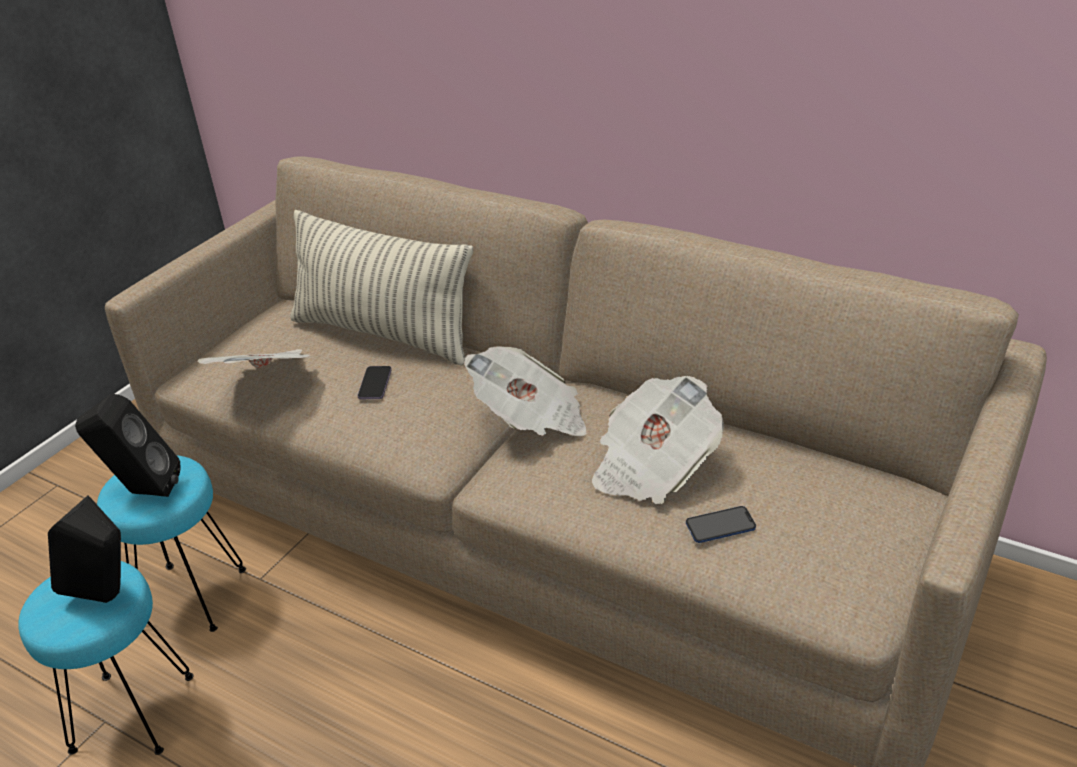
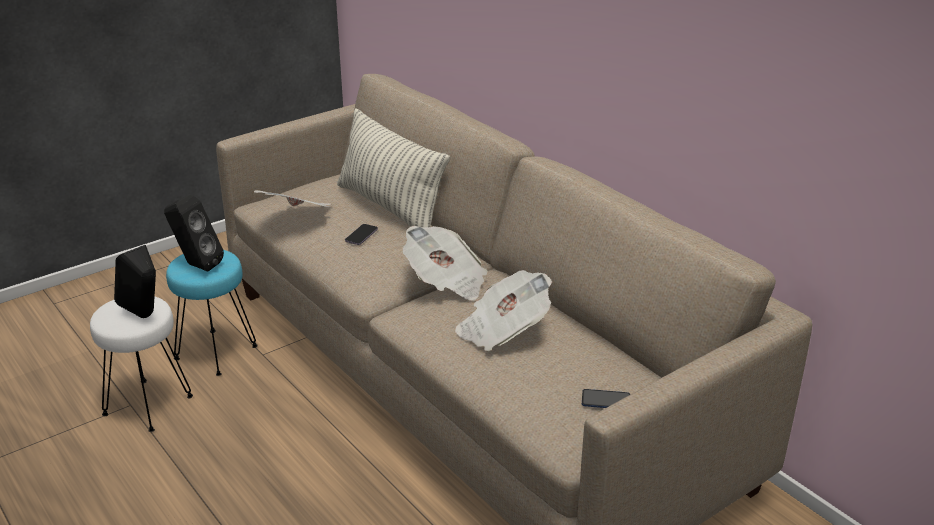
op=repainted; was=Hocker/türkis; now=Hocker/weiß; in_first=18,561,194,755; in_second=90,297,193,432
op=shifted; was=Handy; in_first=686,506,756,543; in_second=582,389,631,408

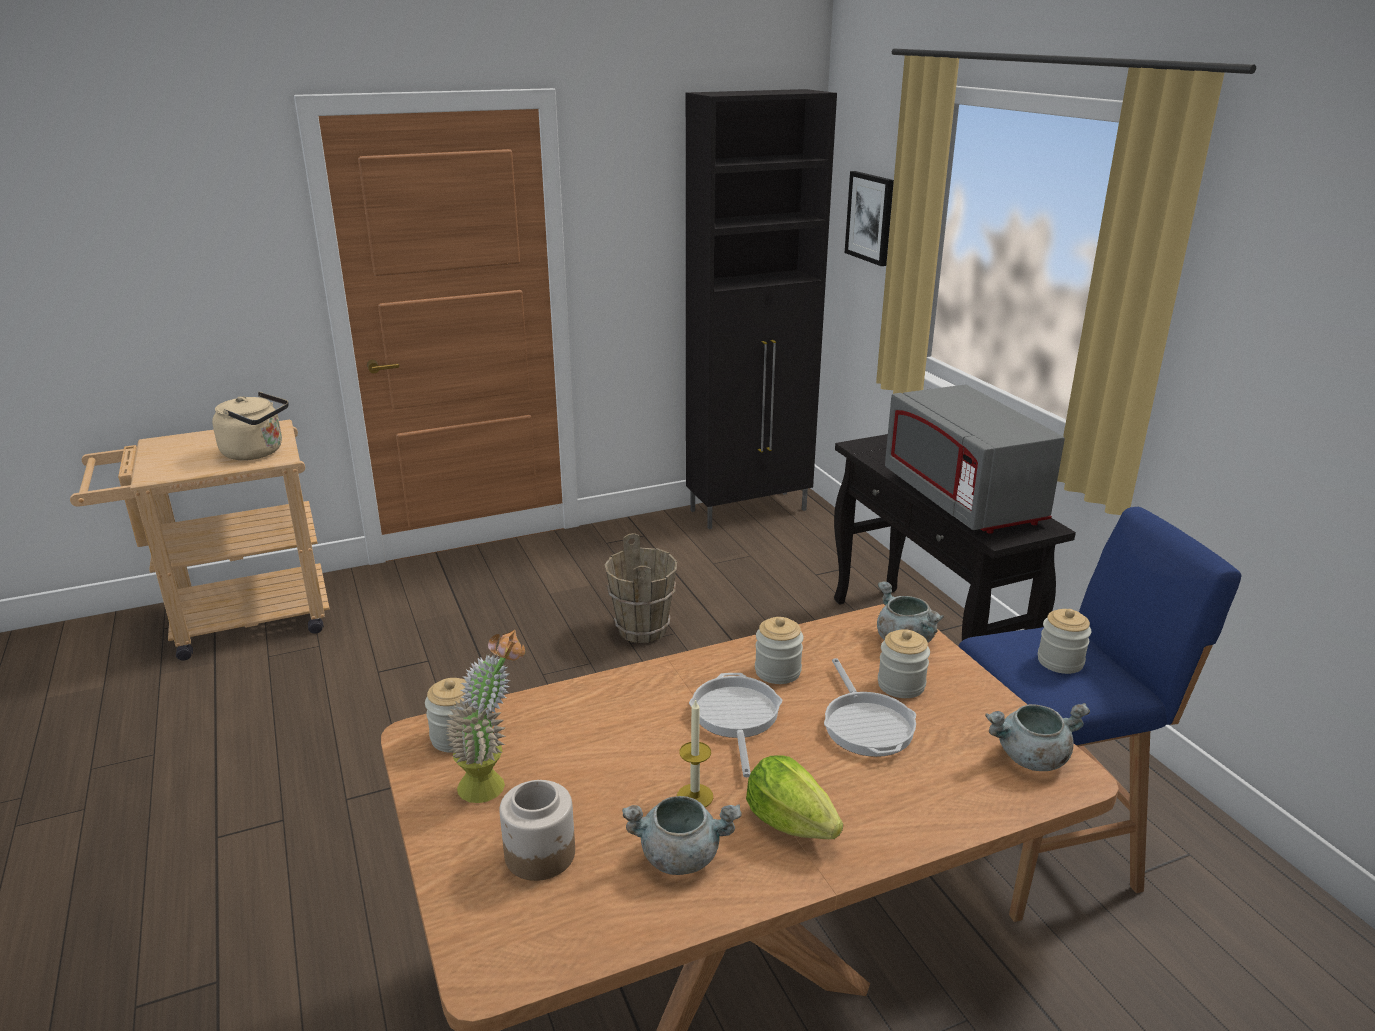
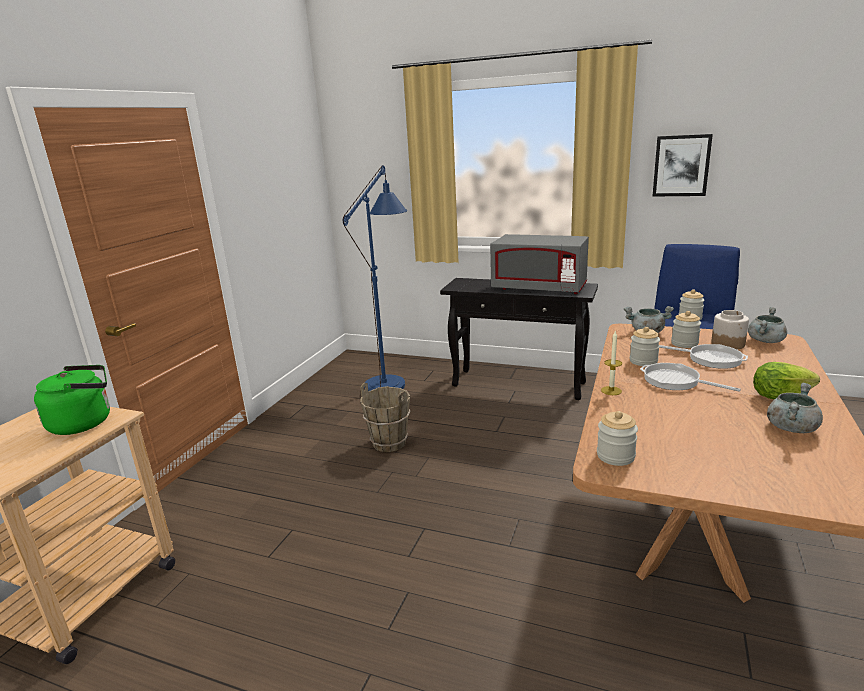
op=repainted; was=Wasserkessel/beige; now=Wasserkessel/grün; in_first=212,392,289,460; in_second=34,365,110,435
op=new; now=Stehlampe/blau; in_second=343,165,407,391
op=shifted; was=Kerze; in_first=677,699,713,807; in_second=601,330,622,395
op=shifted; was=Bild; in_first=845,171,894,266; in_second=653,134,713,196
op=shifted; was=Vorratsglas; in_first=500,780,575,881; in_second=711,310,749,350
op=gone; was=Topfpflanze; in_first=446,630,525,803
op=gone; was=Schrank/schwarz; in_first=686,89,837,529

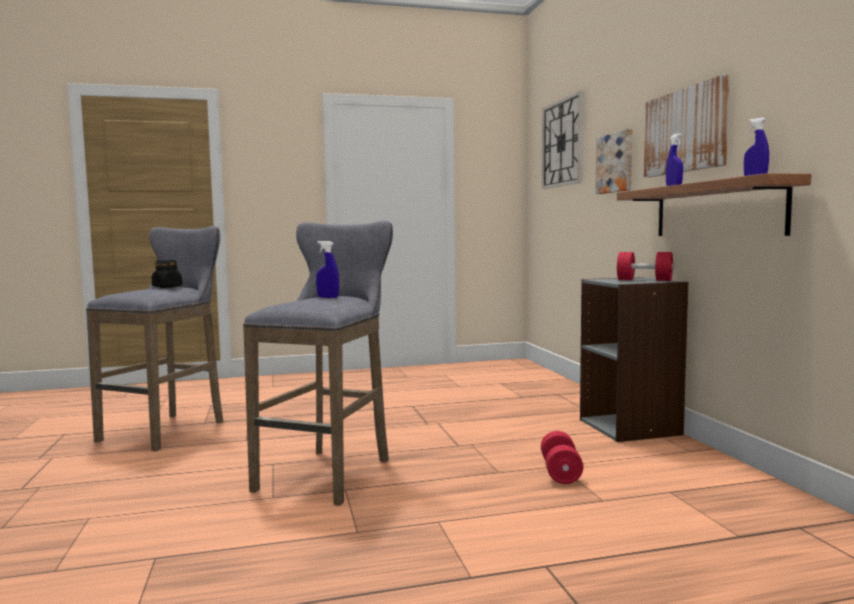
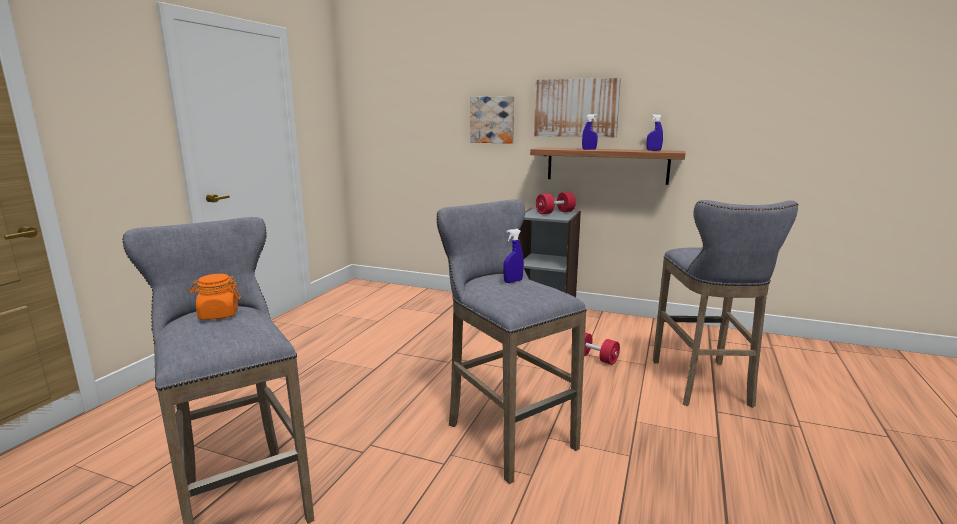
op=repainted; was=Vorratsglas/schwarz; now=Vorratsglas/orange; in_first=152,259,183,288; in_second=189,274,241,320
op=new; now=Hocker/grau; in_second=653,200,798,408
op=gone; was=Wanduhr; in_first=542,91,583,189

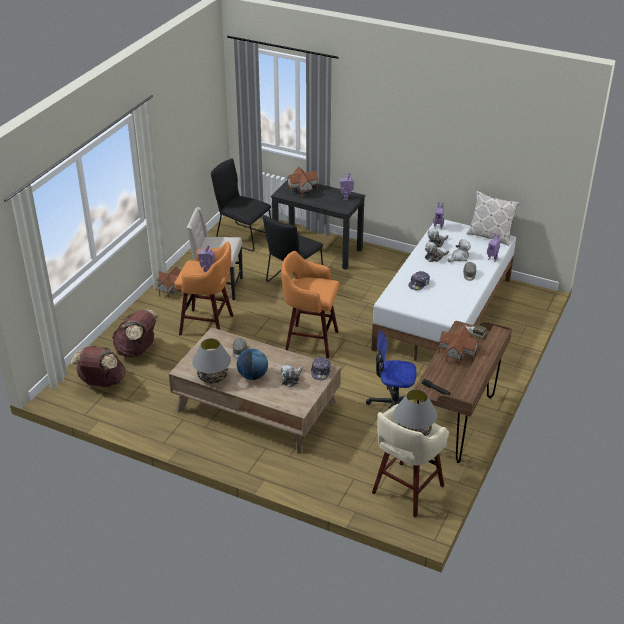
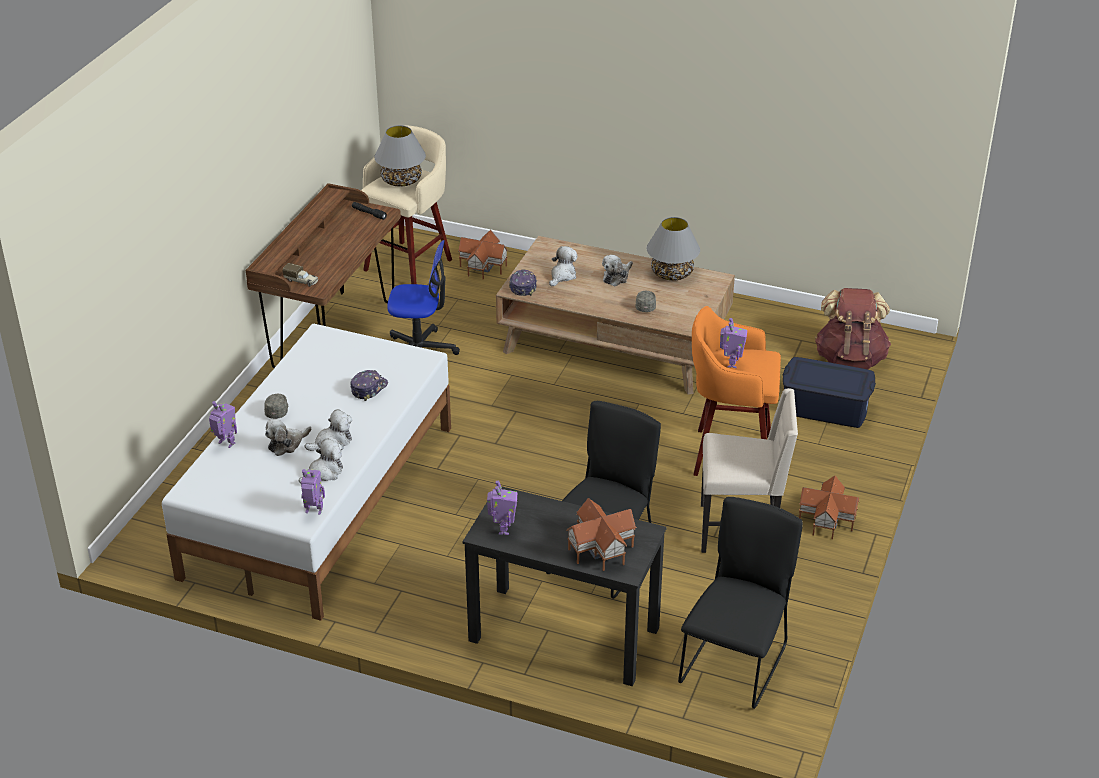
op=shifted; was=Spielzeughaus; in_first=439,325,479,366; in_second=458,230,508,280
op=swapped; was=Globus; now=Plüschtier; in_first=237,348,268,380; in_second=602,255,633,286
op=rotated; was=Stuhl/schwarz; in_first=211,158,271,251; in_second=678,497,803,709; clockwise=-90
op=swapped; was=Rucksack/braun; now=Aufbewahrungsbox/blau; in_first=112,309,159,358; in_second=783,357,876,428
op=gone; was=Hocker/orange; in_first=281,251,339,358
op=gone; was=Kissen; in_first=466,191,519,246

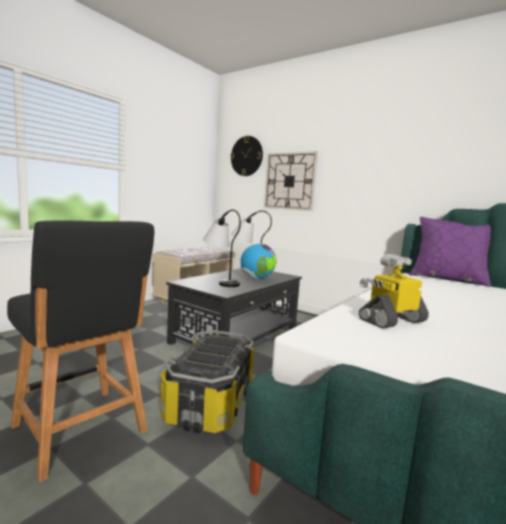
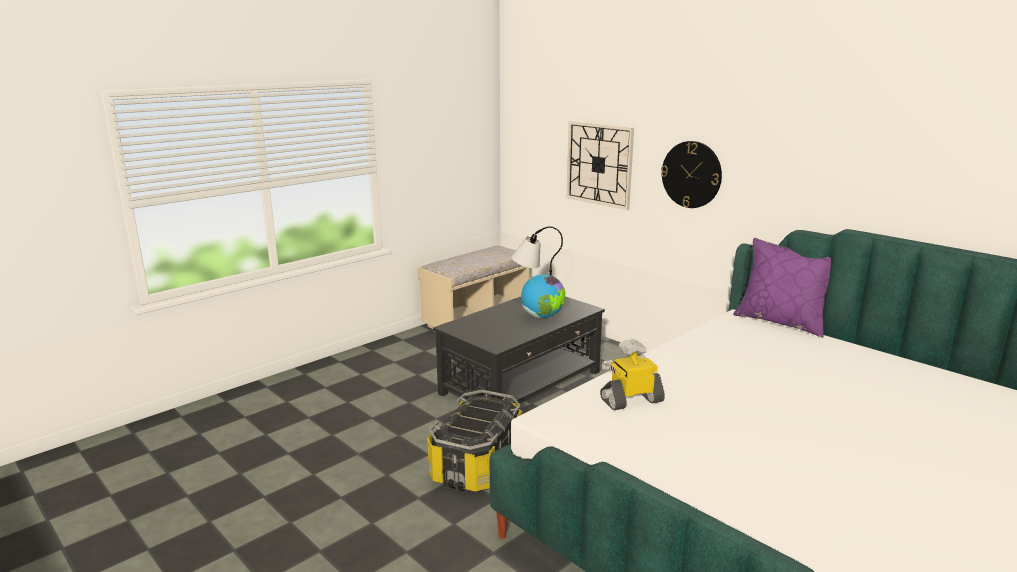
op=shifted; was=Wanduhr; in_first=230,136,263,176; in_second=661,141,722,208
op=gone; was=Hocker/schwarz; in_first=7,220,155,483
op=gone; was=Tischlampe; in_first=203,209,241,287

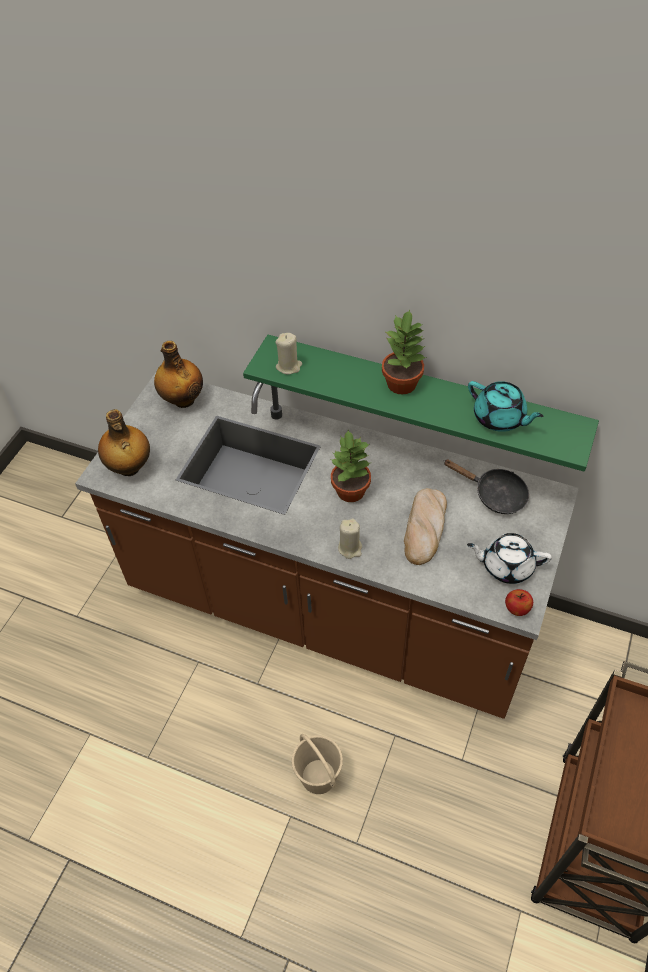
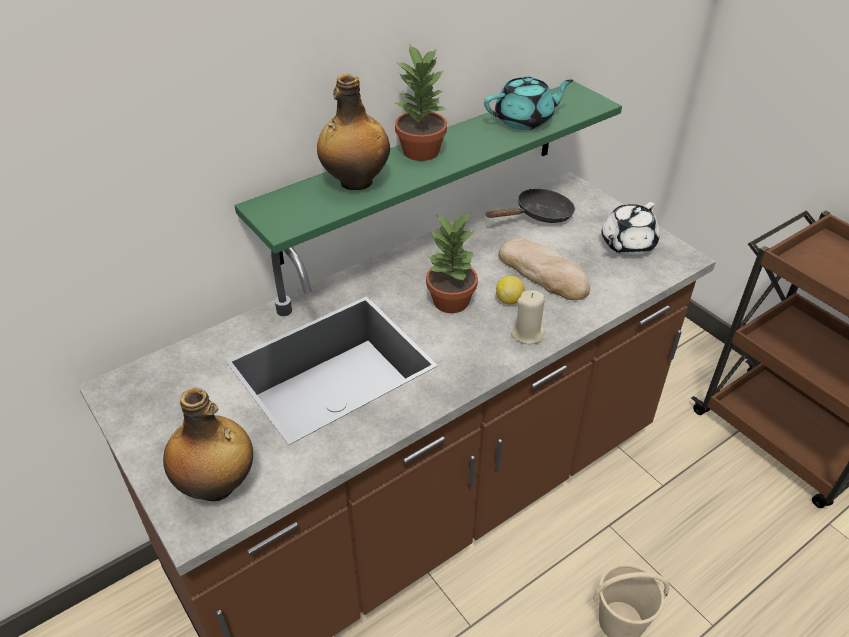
op=shifted; was=Flasche; in_first=154,341,203,408; in_second=317,74,390,190
op=new; now=Zitrone; in_second=496,276,525,305
op=gone; was=Kerze/beige; in_first=275,333,302,374
op=gone; was=Apfel; in_first=505,589,533,616

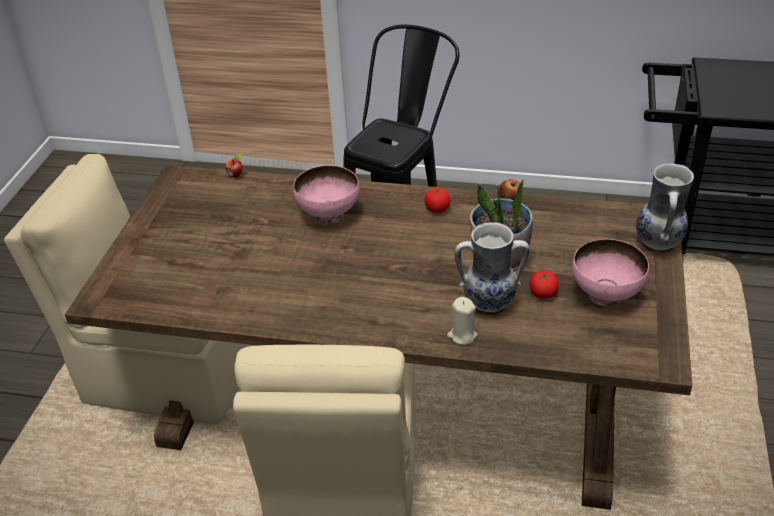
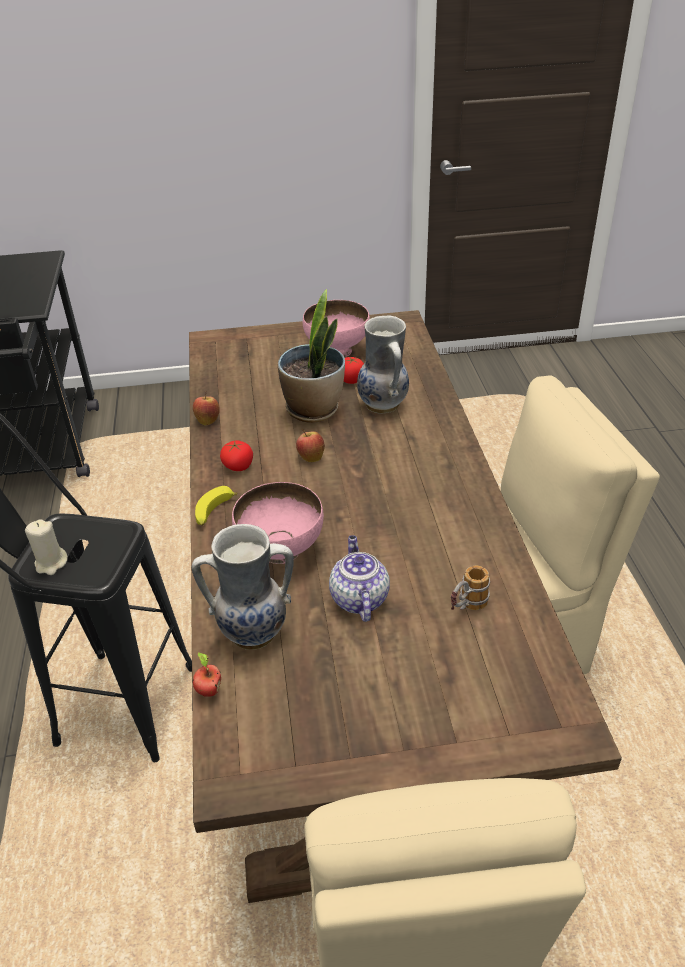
op=shifted; was=Kerze/beige; in_first=447,297,478,345; in_second=25,519,68,575
op=shifted; was=Vase; in_first=636,163,694,253; in_second=191,524,294,650
op=new; now=Banane; in_second=195,486,237,526
op=new; now=Apfel; in_second=296,429,325,462
op=new; now=Teekanne; in_second=329,535,390,622
op=new; now=Henkelbecher; in_second=451,566,490,610

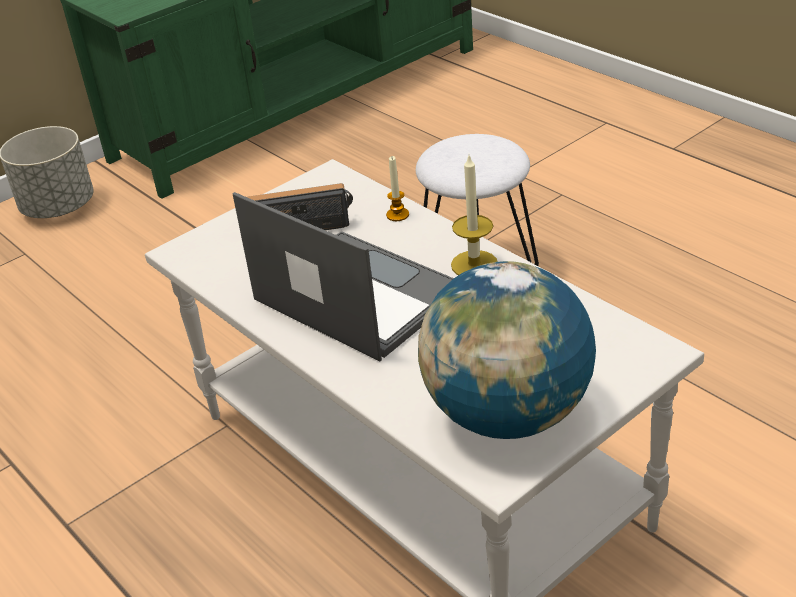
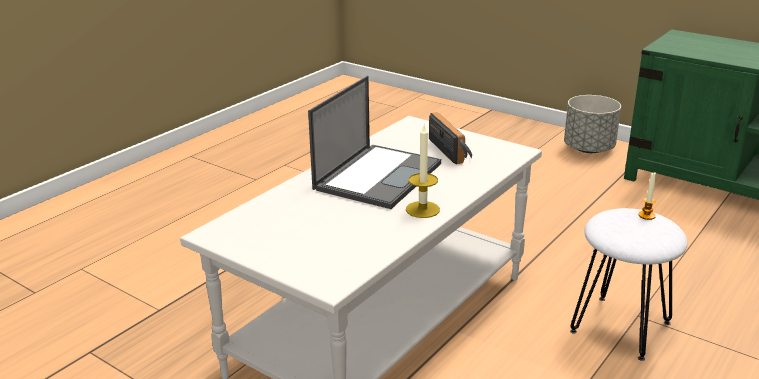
op=shifted; was=Kerze; in_first=386,156,409,221; in_second=638,172,656,220
op=gone; was=Globus; in_first=418,261,596,439

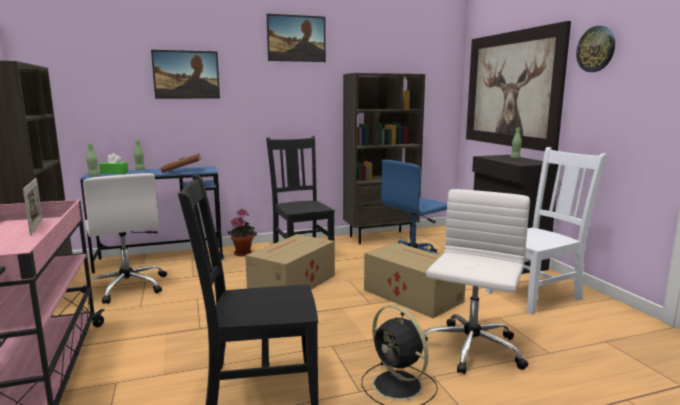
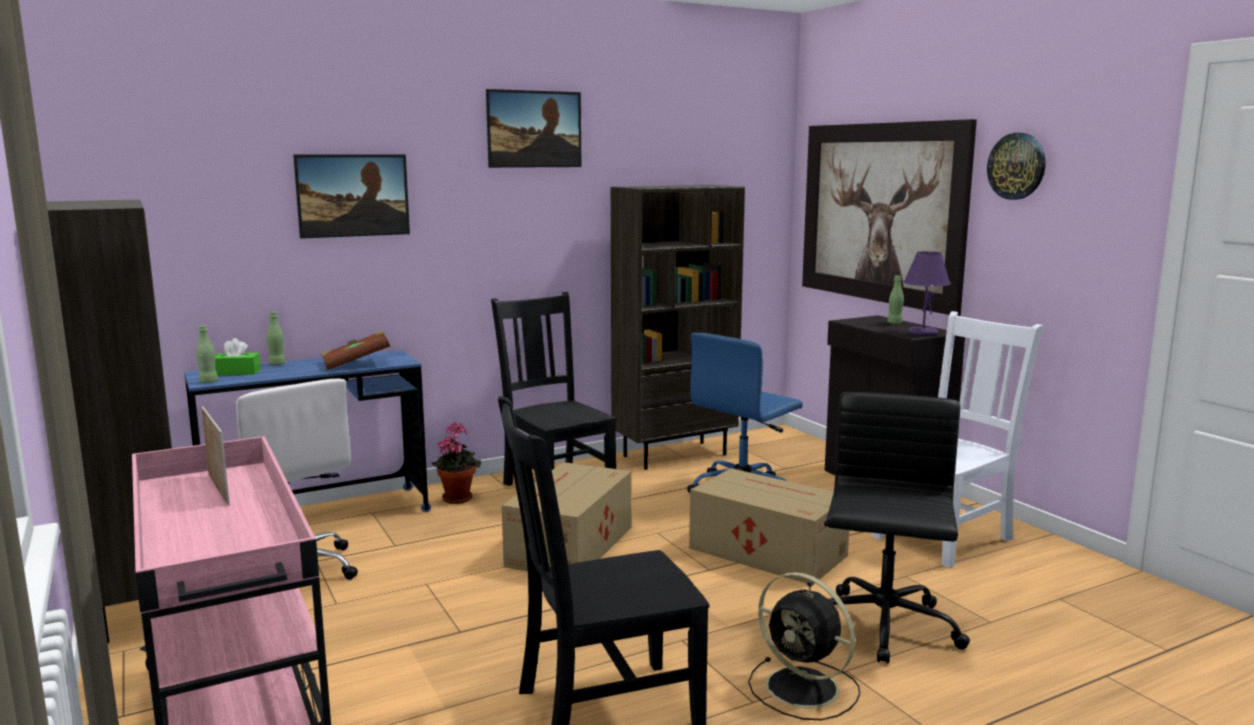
op=repainted; was=Bürostuhl/weiß; now=Bürostuhl/schwarz; in_first=423,189,530,375; in_second=824,392,970,664
op=new; now=Tischlampe/lila; in_second=903,251,951,336

